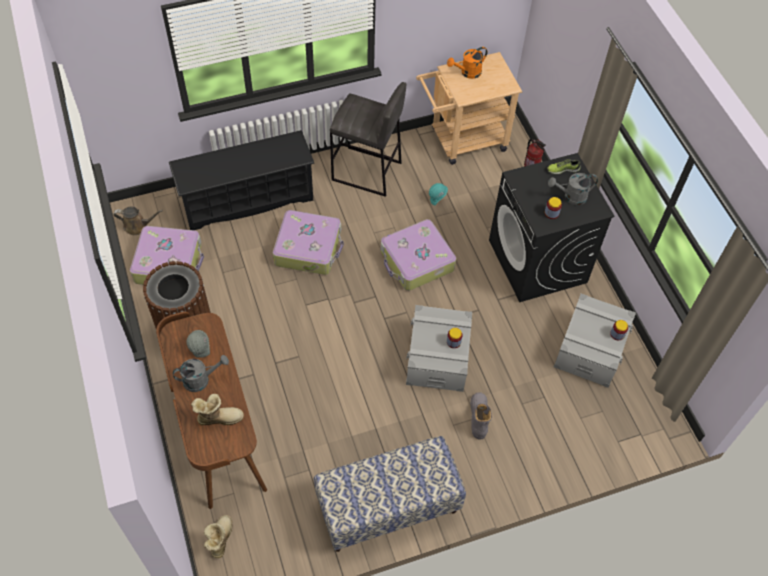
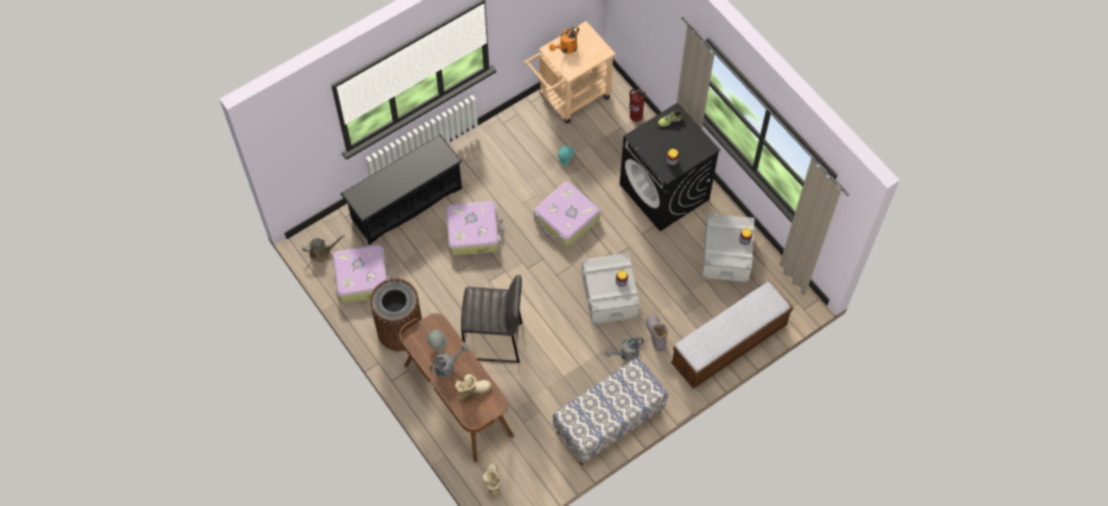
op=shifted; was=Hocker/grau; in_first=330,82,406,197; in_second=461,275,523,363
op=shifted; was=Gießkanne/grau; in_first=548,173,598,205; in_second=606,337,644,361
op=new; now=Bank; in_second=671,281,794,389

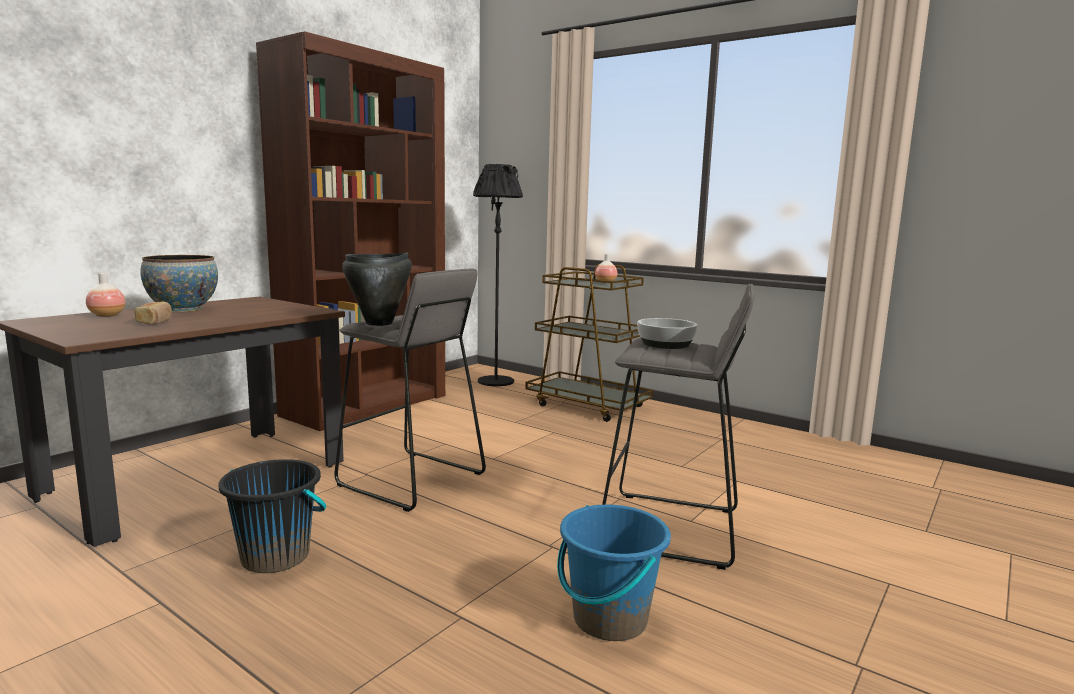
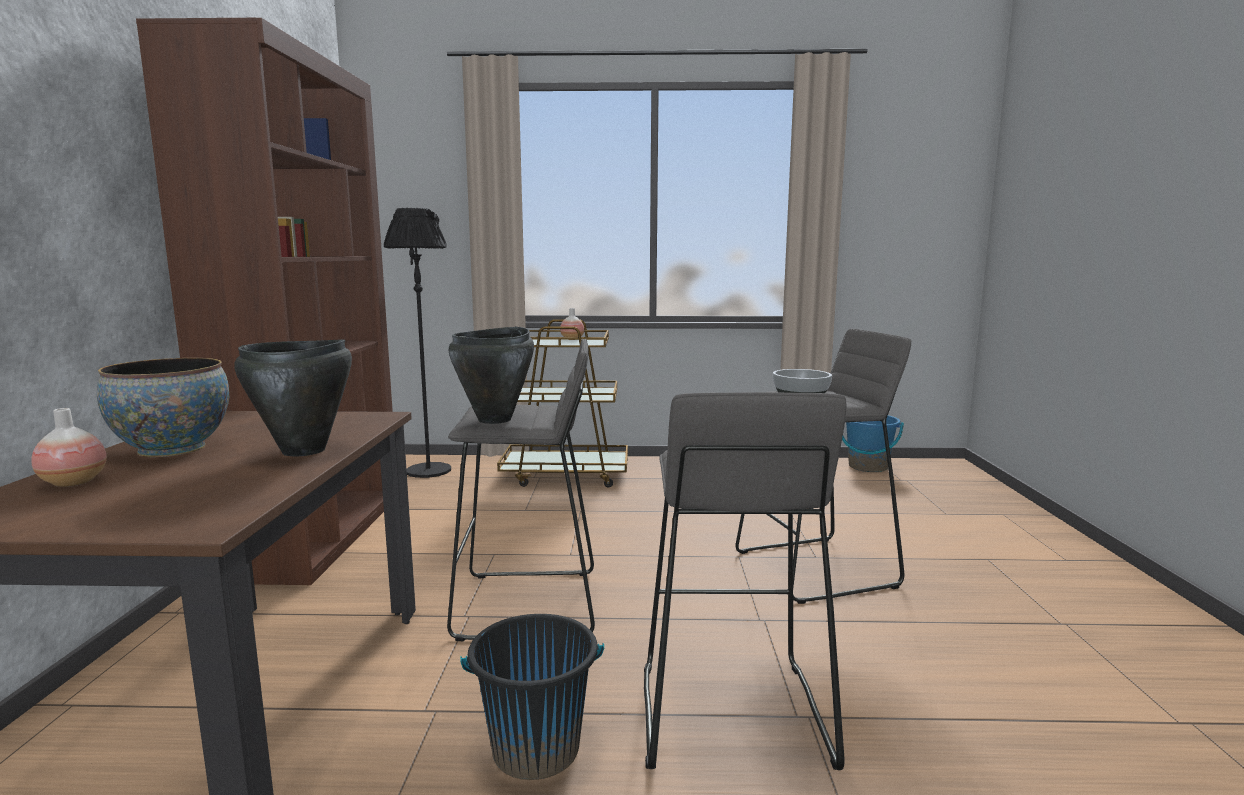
op=new; now=Kochtopf/schwarz; in_second=234,339,352,457
op=new; now=Hocker/grau; in_second=644,392,847,770
op=shifted; was=Eimer/blau; in_first=557,505,671,641; in_second=842,415,904,472
op=gone; was=Brot; in_first=135,301,172,325

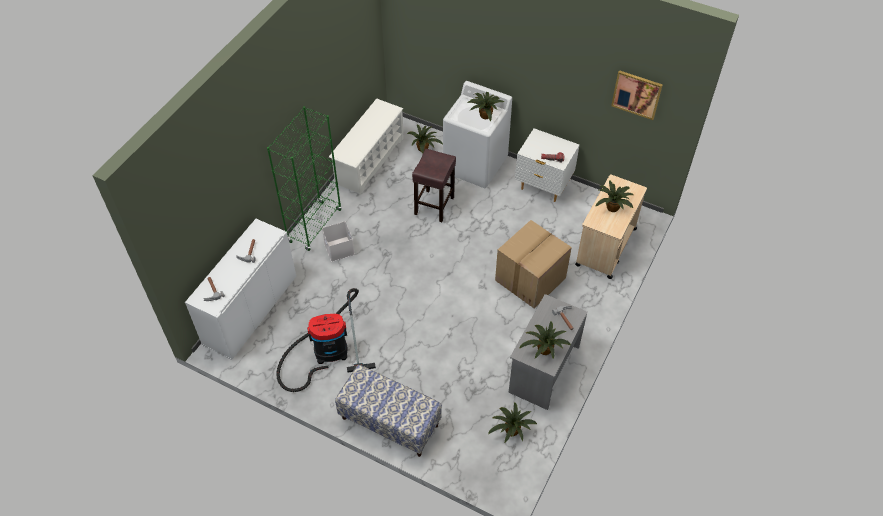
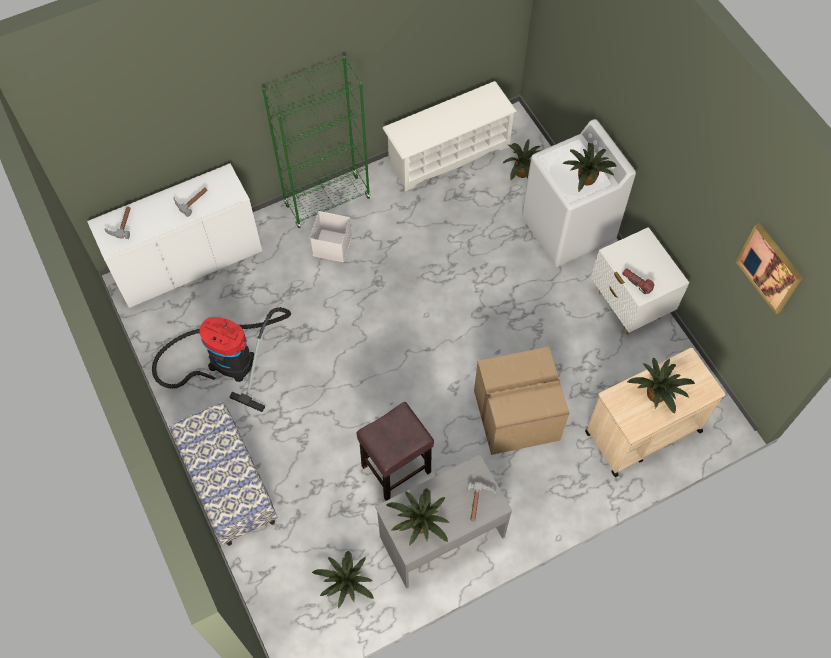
op=shifted; was=Hocker/braun; in_first=412,149,456,222; in_second=356,402,434,501

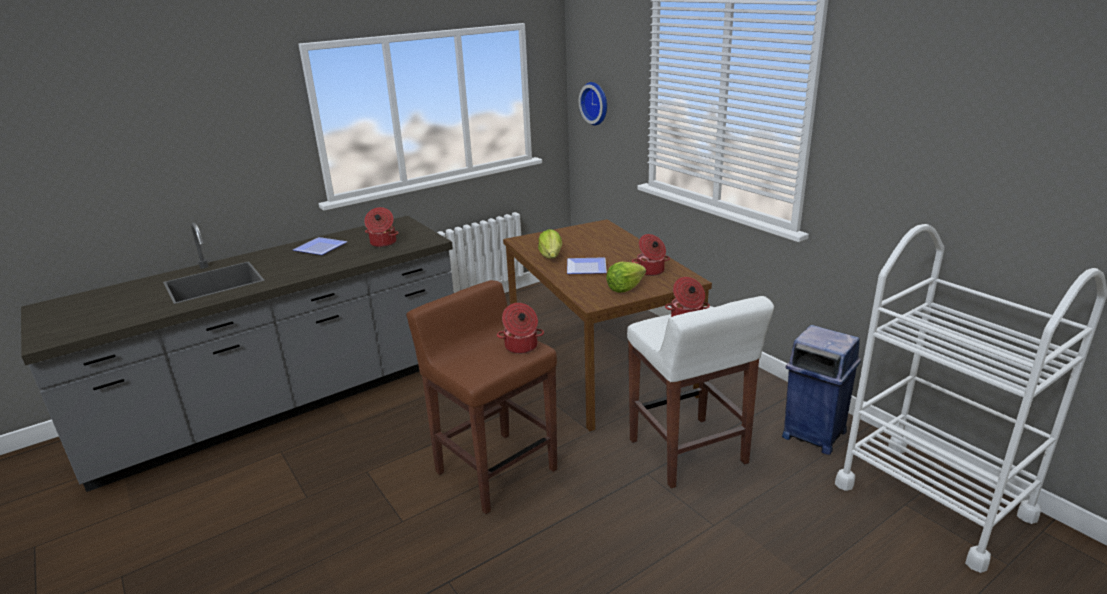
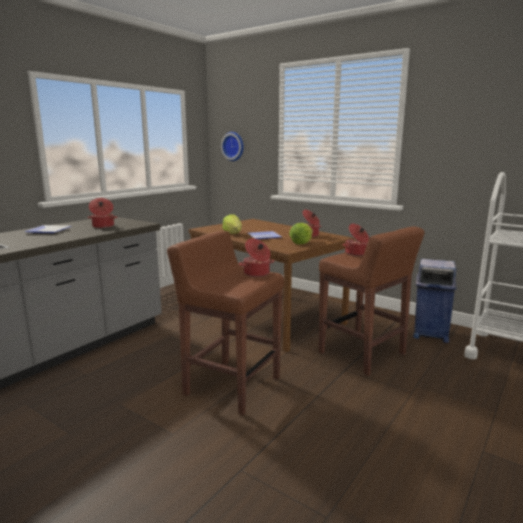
op=repainted; was=Hocker/weiß; now=Hocker/braun; in_first=627,296,774,489; in_second=319,226,425,376

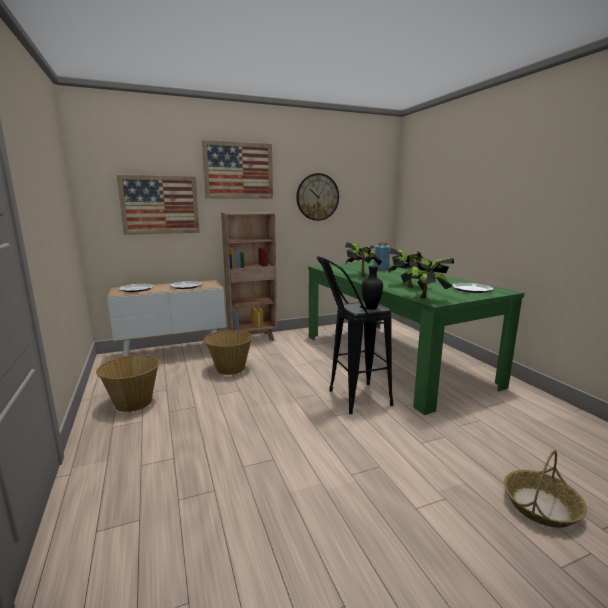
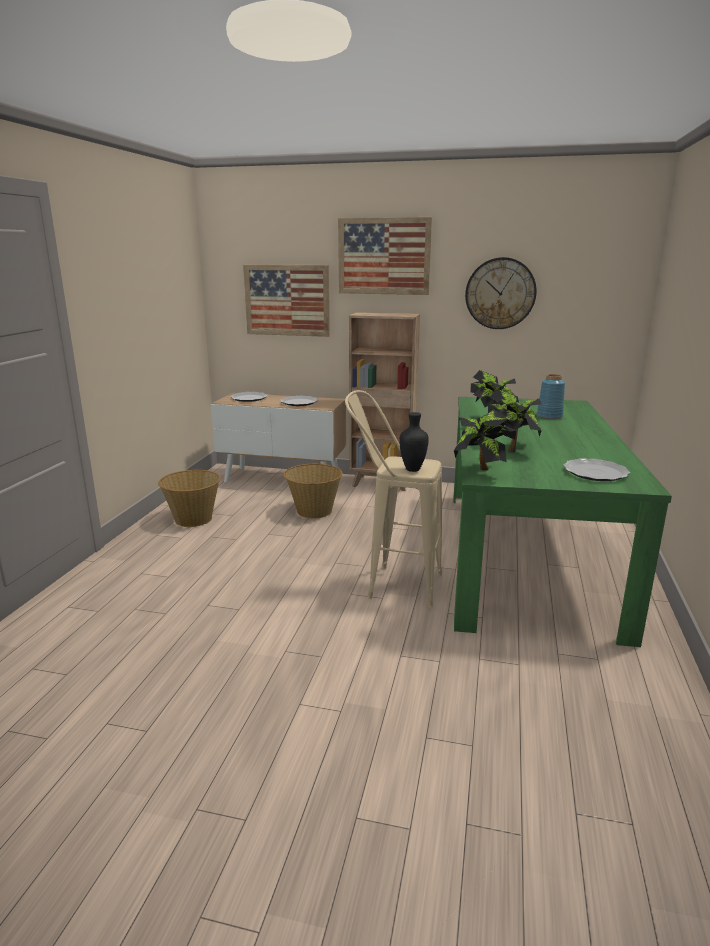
op=repainted; was=Hocker/schwarz; now=Hocker/beige; in_first=316,256,394,414; in_second=345,390,442,608
op=gone; was=Korb; in_first=504,450,587,528

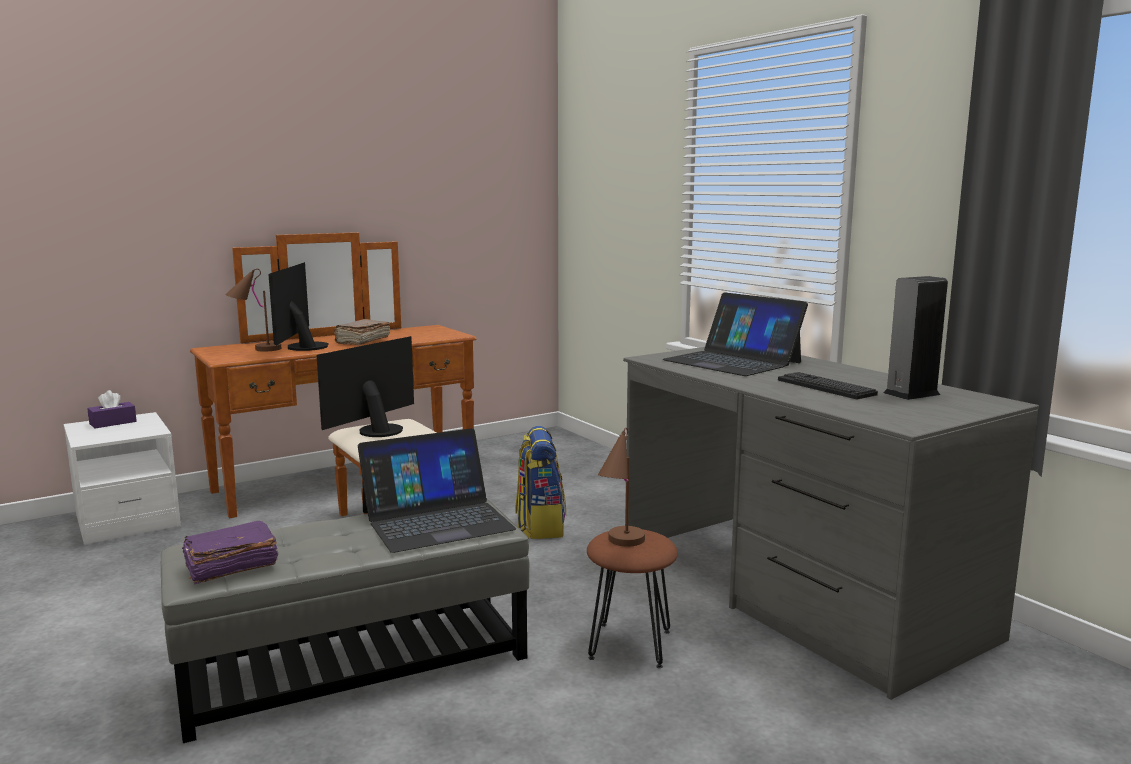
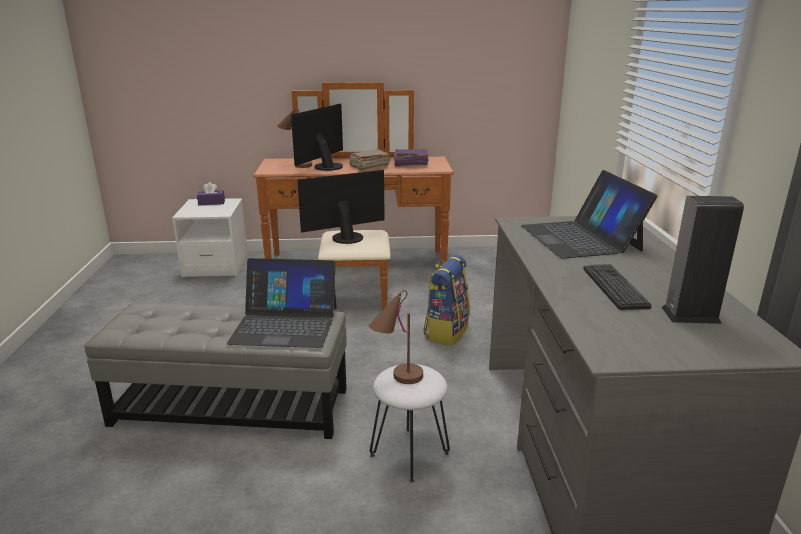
op=repainted; was=Hocker/braun; now=Hocker/weiß; in_first=587,529,678,668; in_second=370,364,450,483
op=shifted; was=Buch/lila; in_first=182,521,278,584; in_second=394,149,428,167

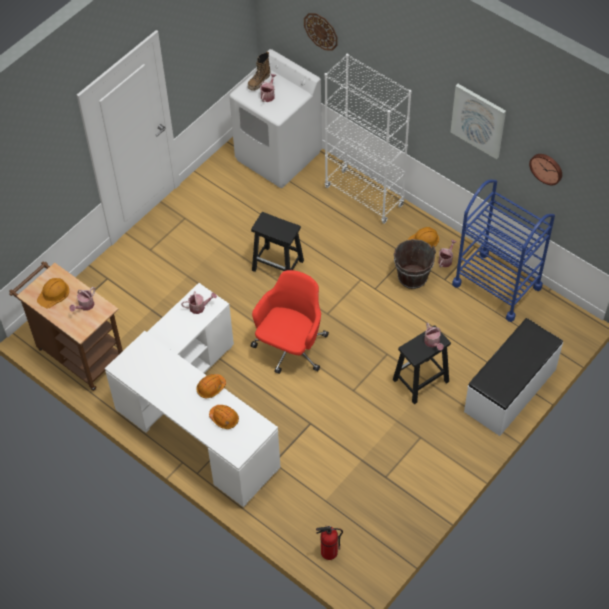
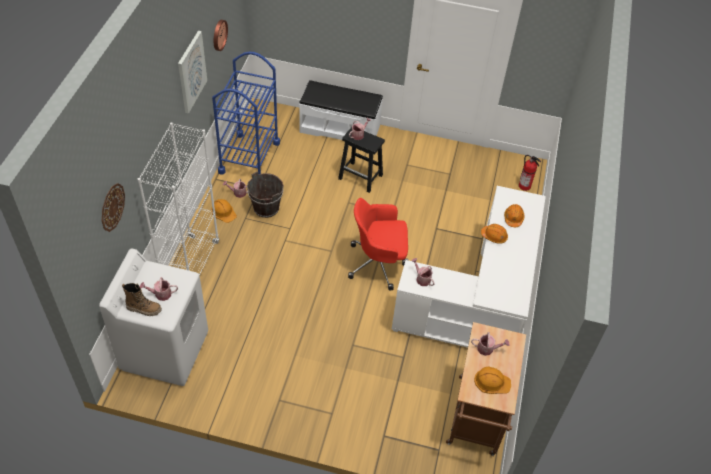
op=gone; was=Hocker/schwarz; in_first=251,212,304,272

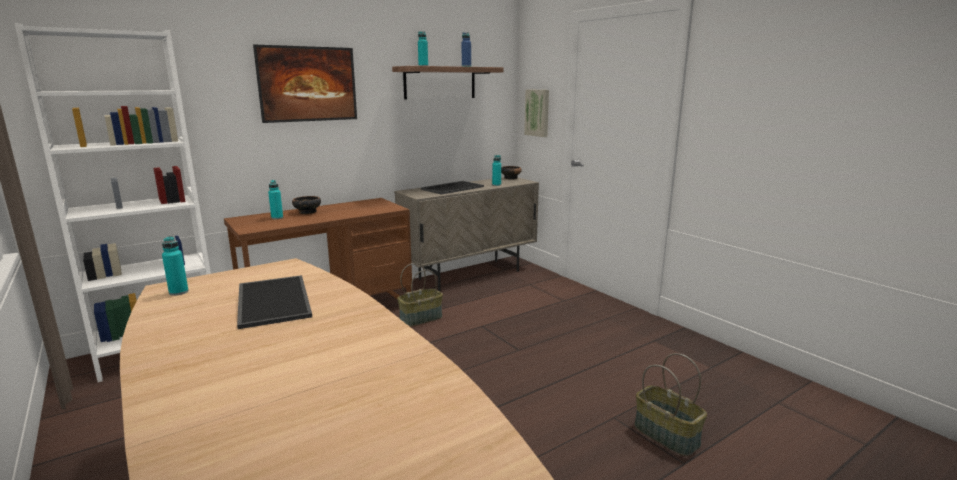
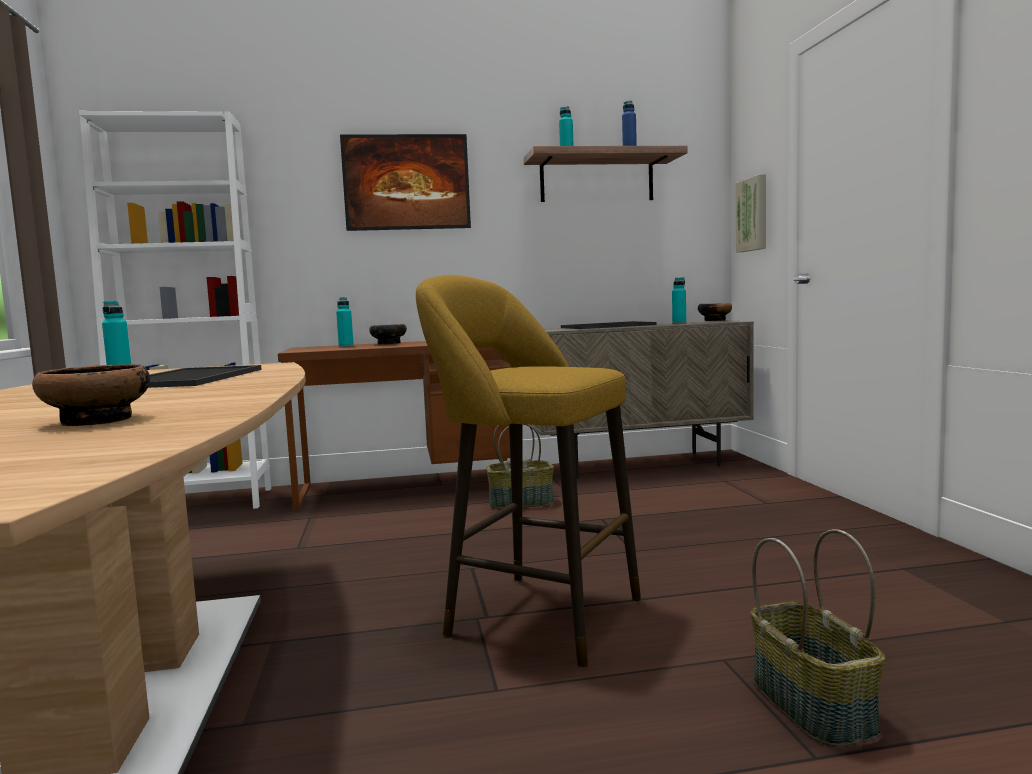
op=new; now=Schüssel; in_second=32,364,150,426
op=new; now=Hocker/gelb; in_second=416,275,641,667

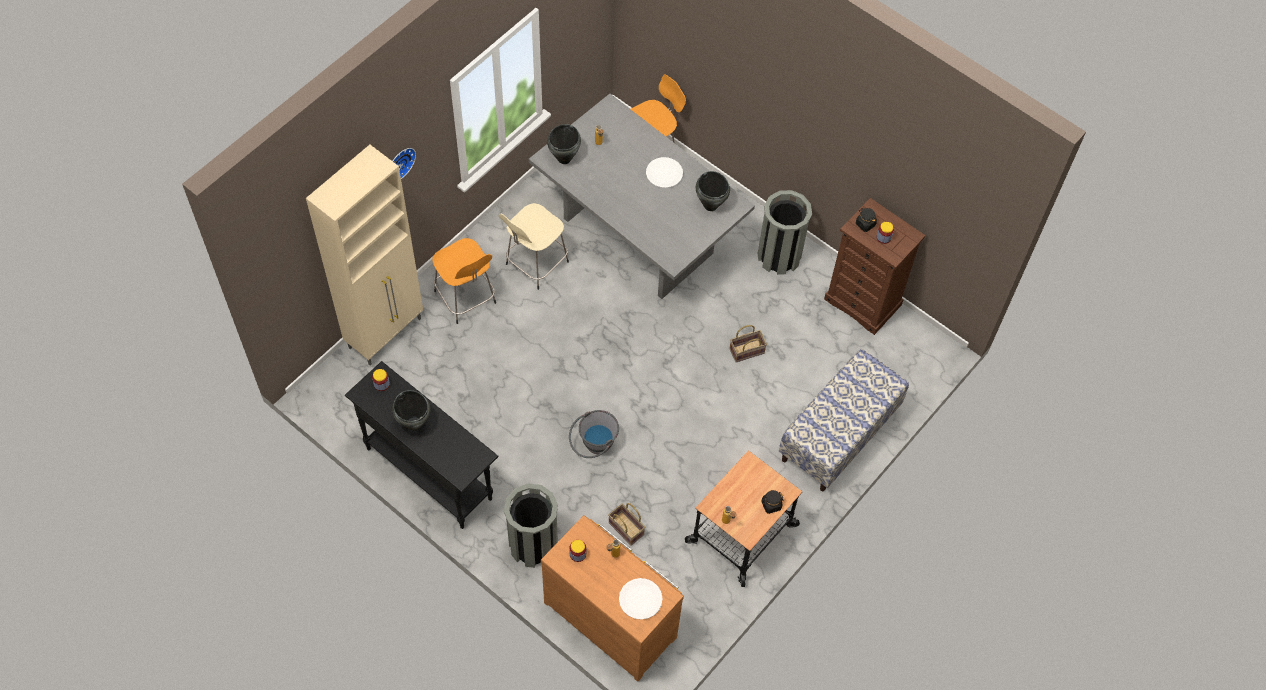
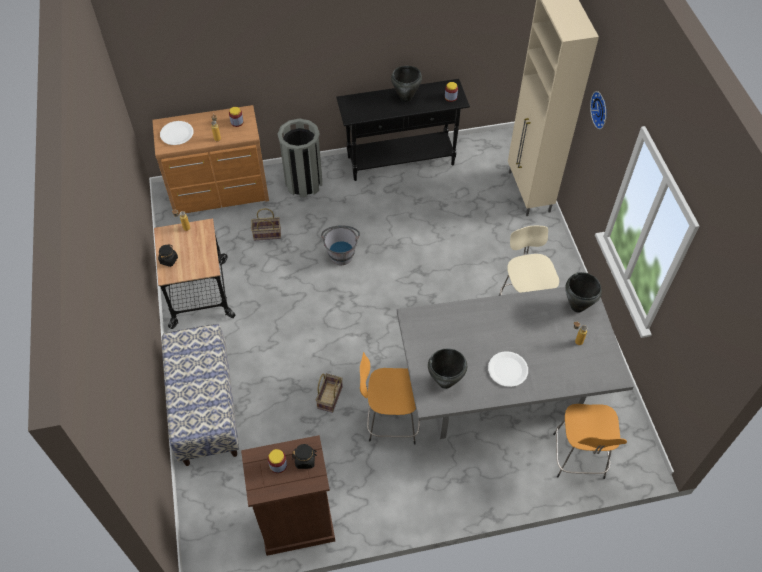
op=shifted; was=Hocker/orange; in_first=432,238,496,324; in_second=360,352,420,445
op=gone; was=Mülleimer/grau; in_first=758,190,812,275

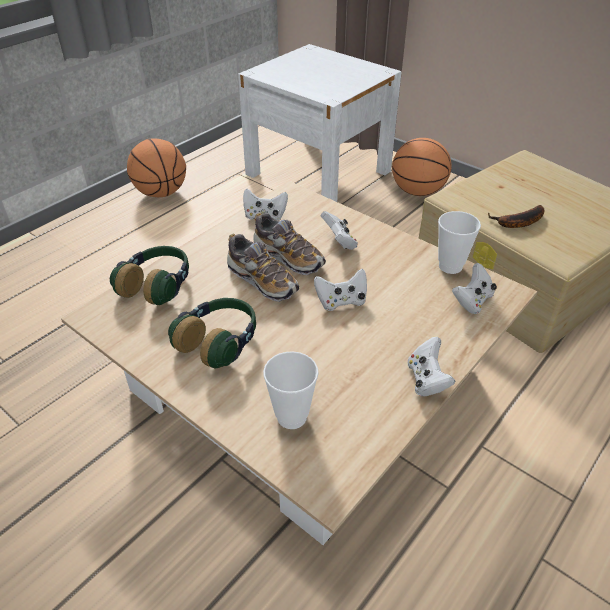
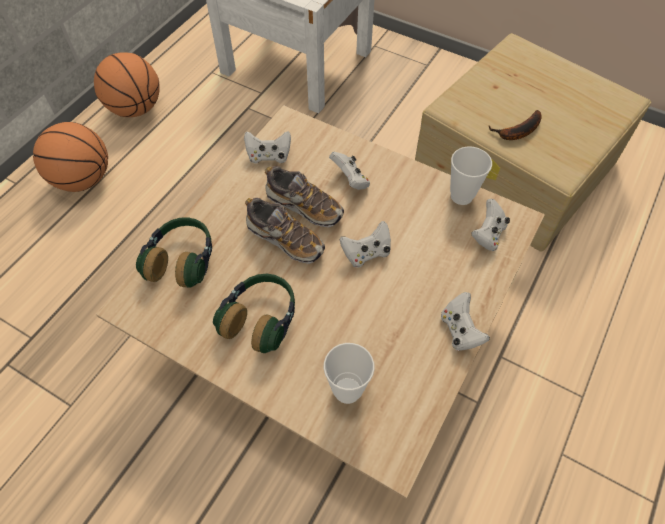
op=shifted; was=Basketball; in_first=392,138,452,196; in_second=33,122,108,192

